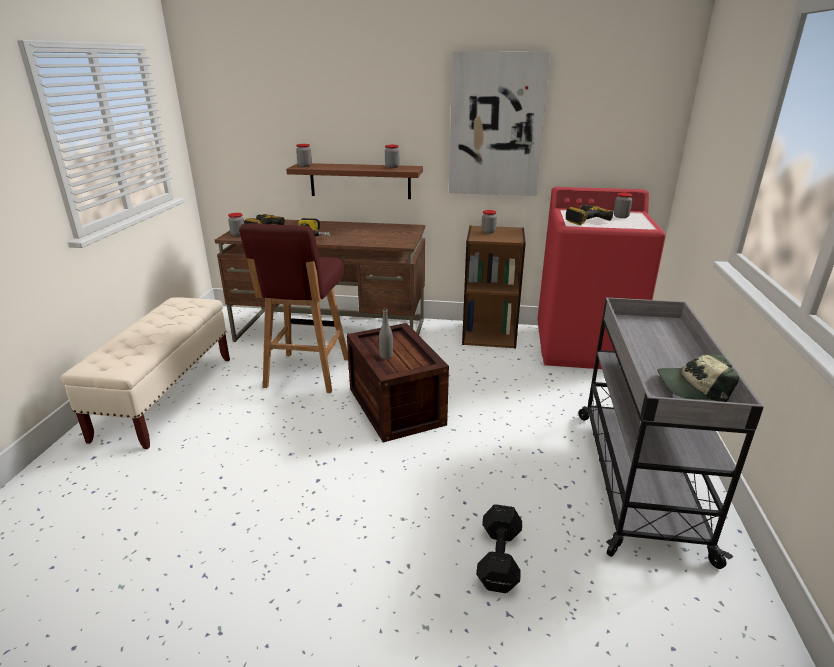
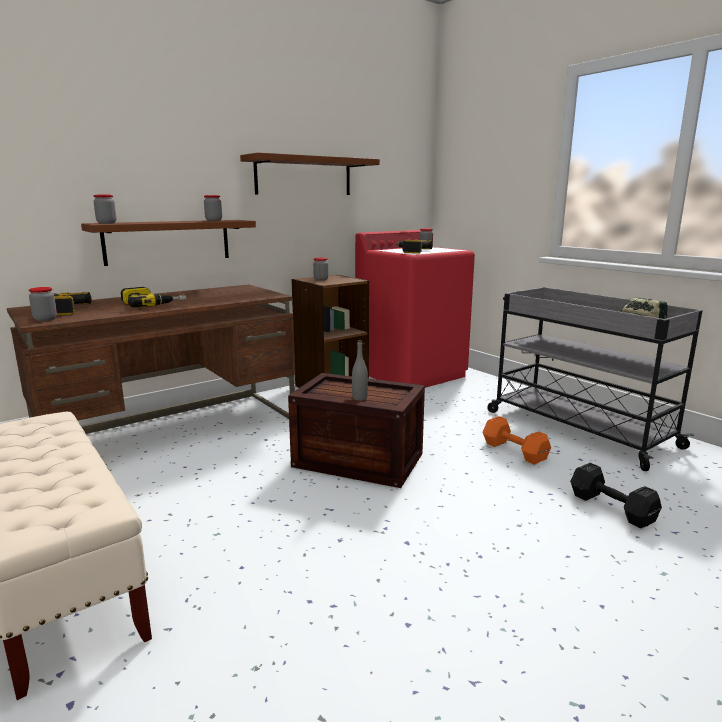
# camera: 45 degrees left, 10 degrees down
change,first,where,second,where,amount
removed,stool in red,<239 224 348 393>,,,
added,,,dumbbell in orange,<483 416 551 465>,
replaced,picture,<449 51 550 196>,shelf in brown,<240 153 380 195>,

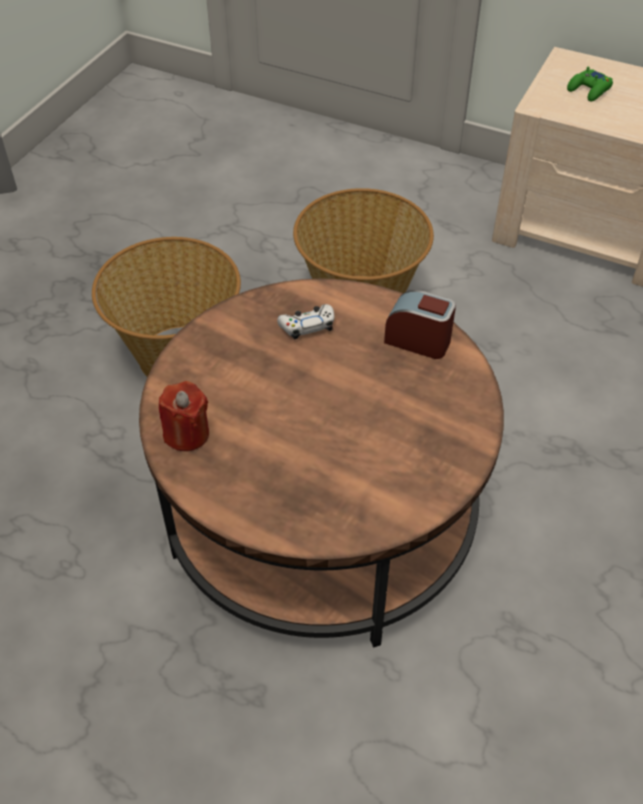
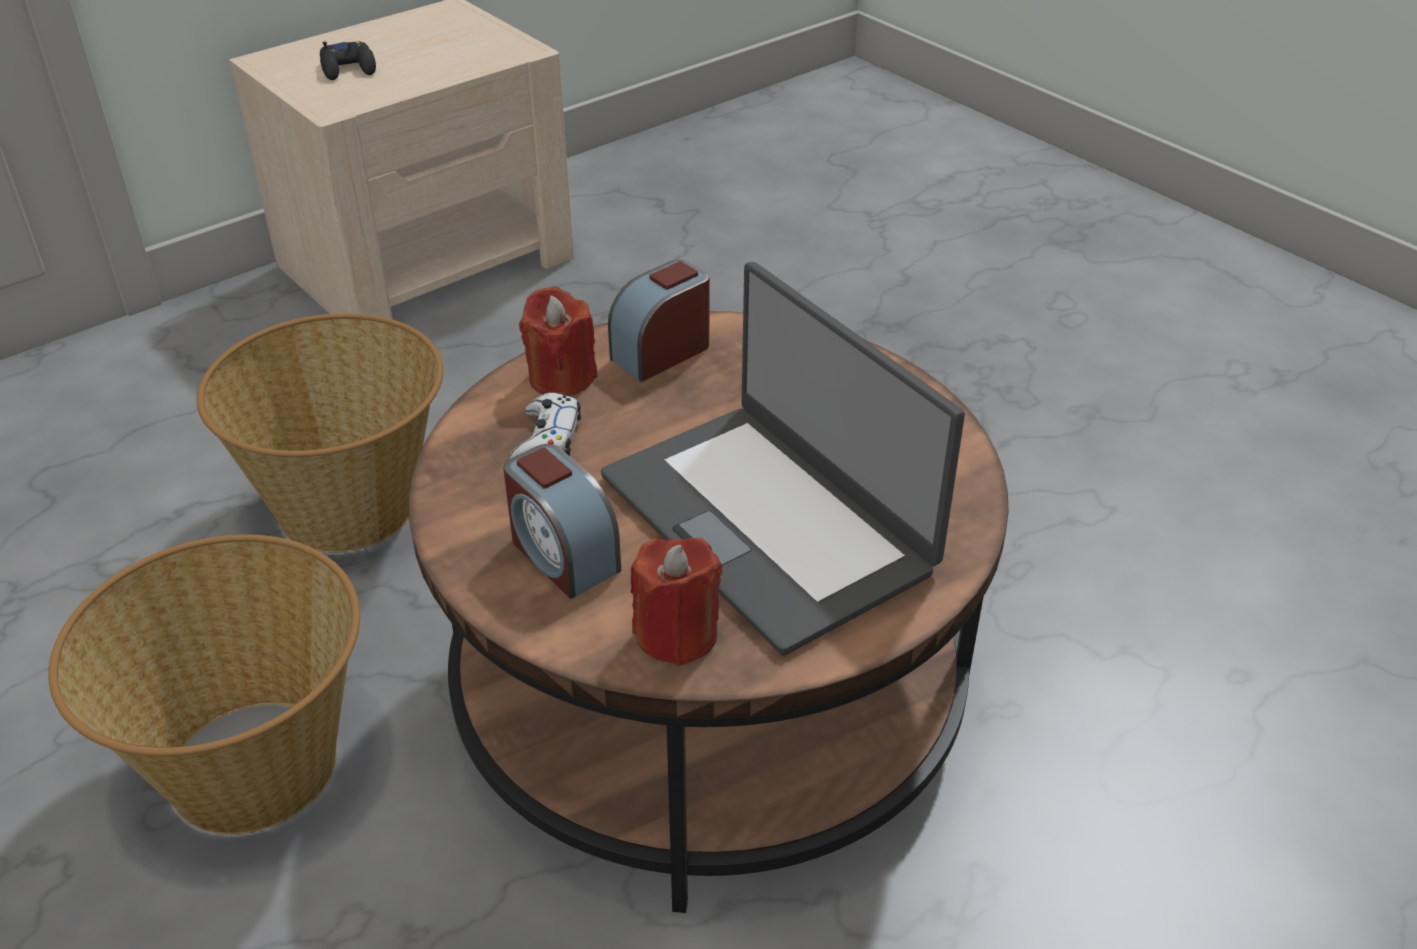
# camera: 65 degrees left, 10 degrees down
change,first,where,second,where,amount
added,,,alarm clock,<503 444 621 599>,
added,,,candle in red,<519 286 598 396>,
added,,,laptop,<601 262 965 656>,
recoloured,game controller in green,<567 67 613 101>,game controller in black,<320 41 376 80>,

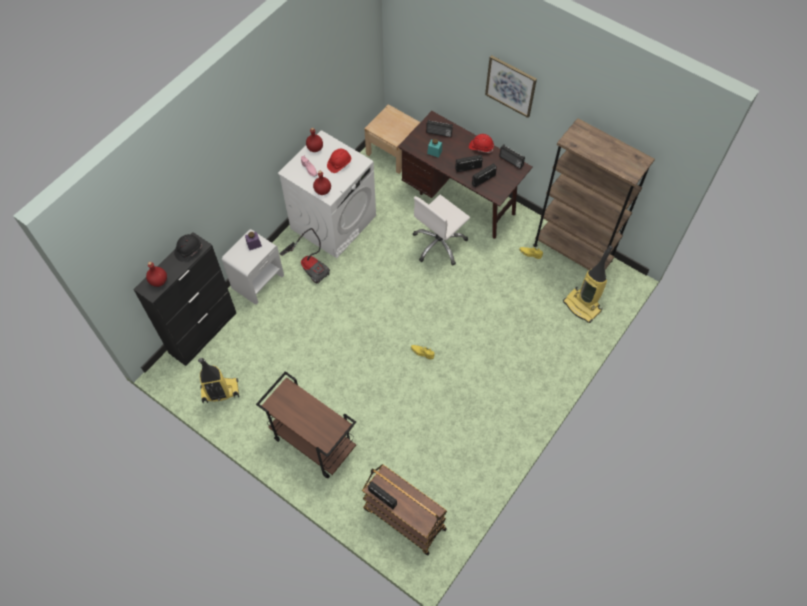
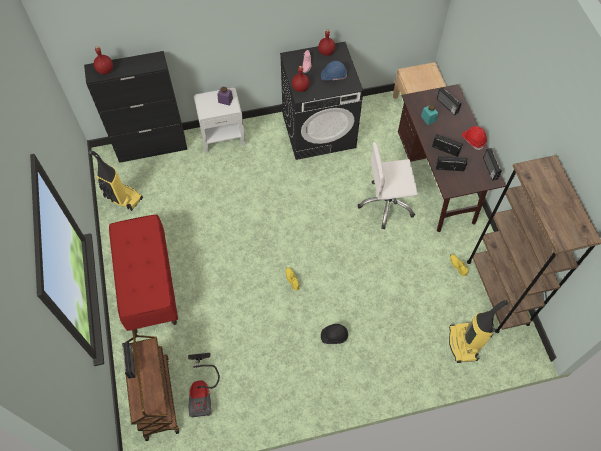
# camera: 40 degrees right, 0 degrees up
change,first,where,second,where,amount
removed,picture,<485 55 537 118>,,,
moved,hard hat in black,<174 234 202 262>,,<321 324 348 344>,
moved,vacuum cleaner,<280 228 330 284>,,<188 353 220 418>,
replaced,cart in brown,<256 371 356 478>,bench in red,<109 214 178 333>,
recoloured,washing machine in white,<278 130 376 258>,washing machine in black,<280 42 363 160>,
recoloured,hard hat in red,<327 149 351 173>,hard hat in blue,<321 61 347 81>,

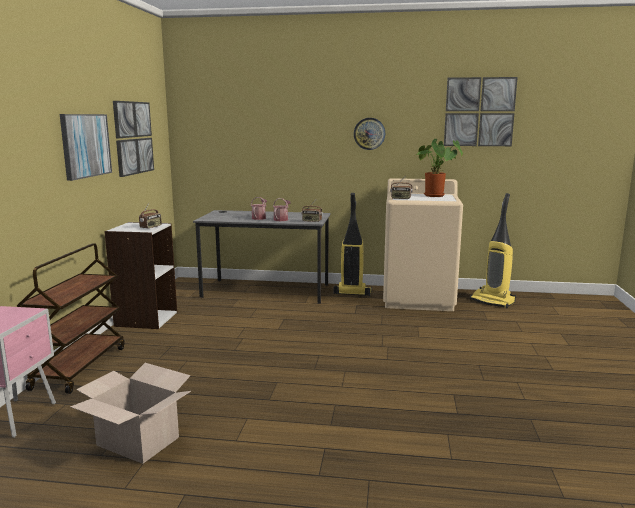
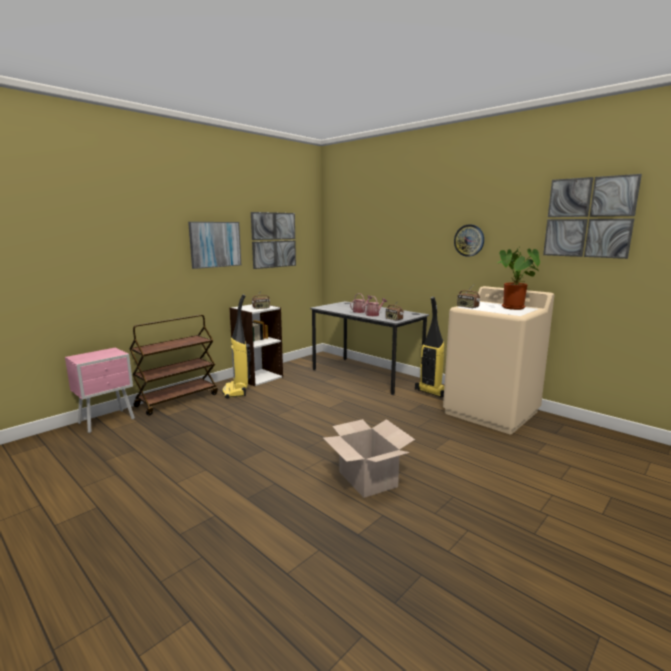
# camera: 35 degrees right, 0 degrees up
change,first,where,second,where,amount
moved,cardboard box,<70 363 191 464>,,<323 419 415 498>,
moved,vacuum cleaner,<470 193 516 308>,,<222 294 252 399>,

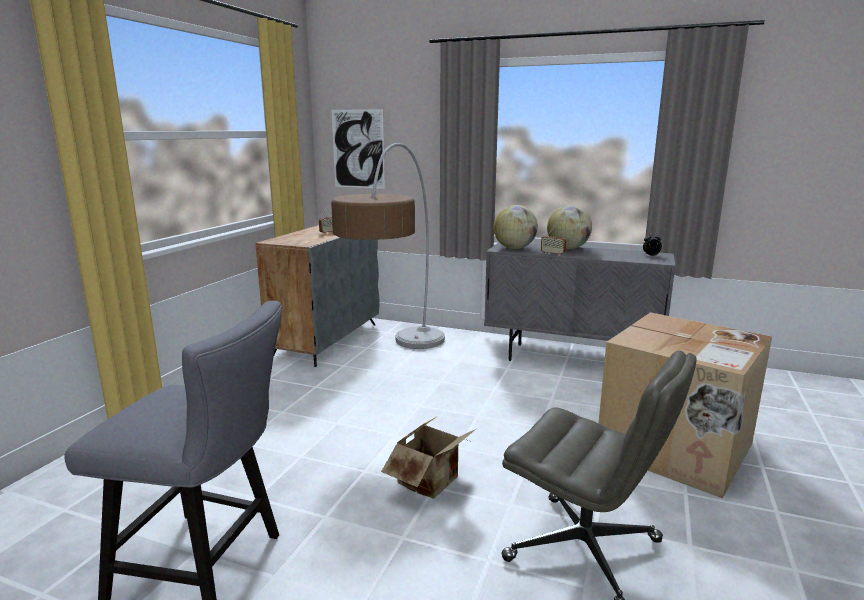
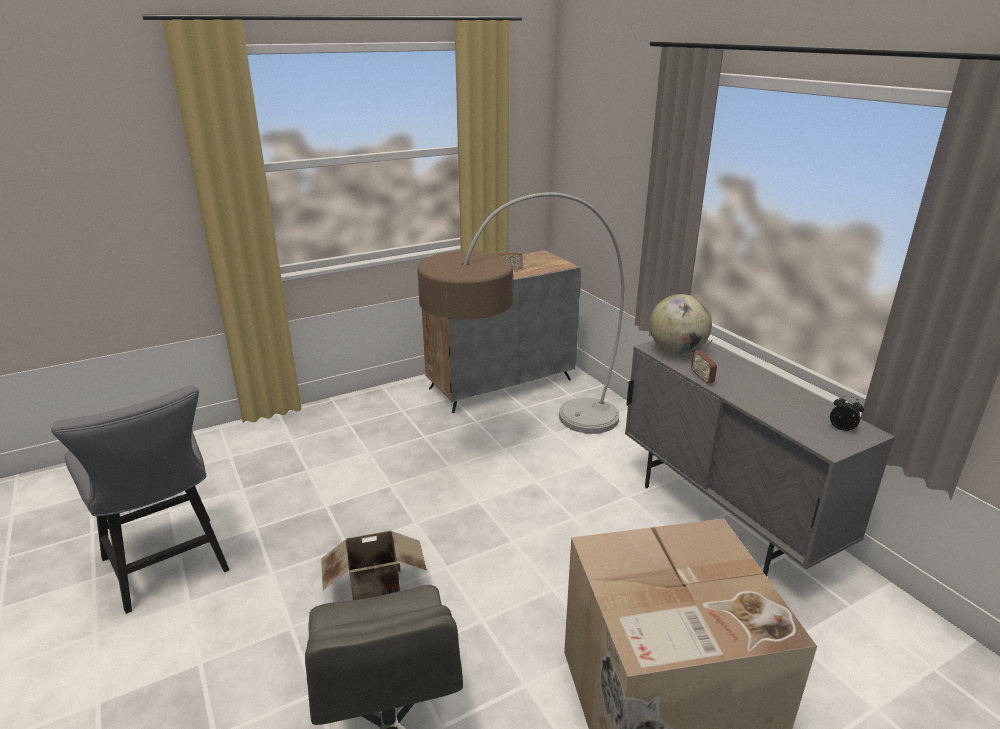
# camera: 40 degrees right, 10 degrees up
change,first,where,second,where,amount
removed,picture,<332 109 385 189>,,,
removed,globe,<547 205 592 249>,,,

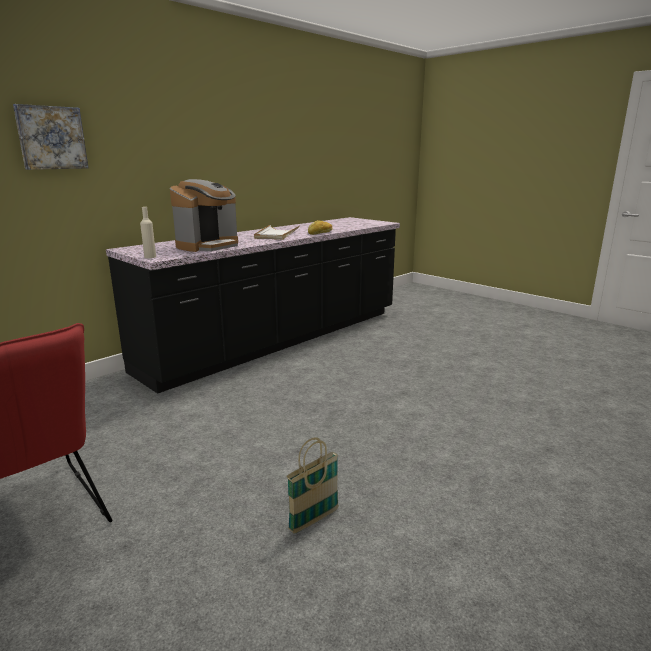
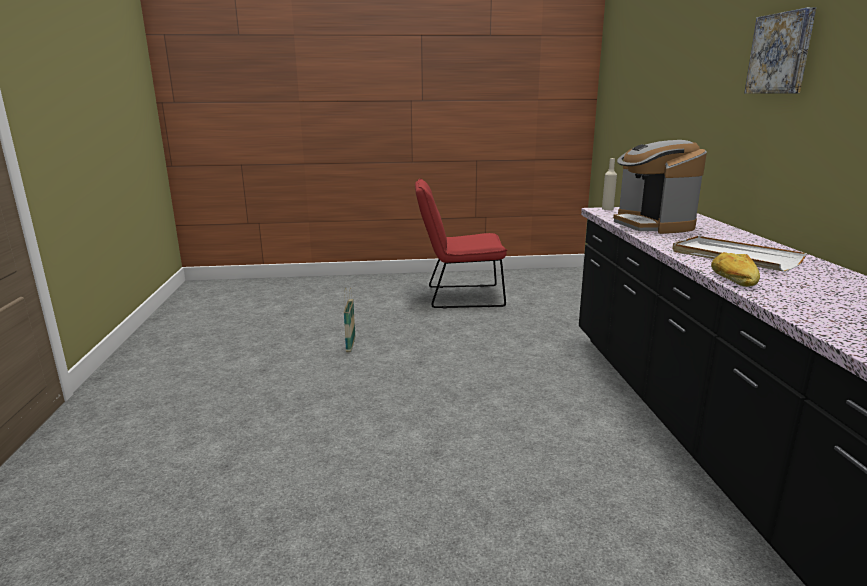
# camera: 130 degrees right, 0 degrees up
change,first,where,second,where,amount
moved,picture,<13 104 88 170>,,<744 7 816 93>,

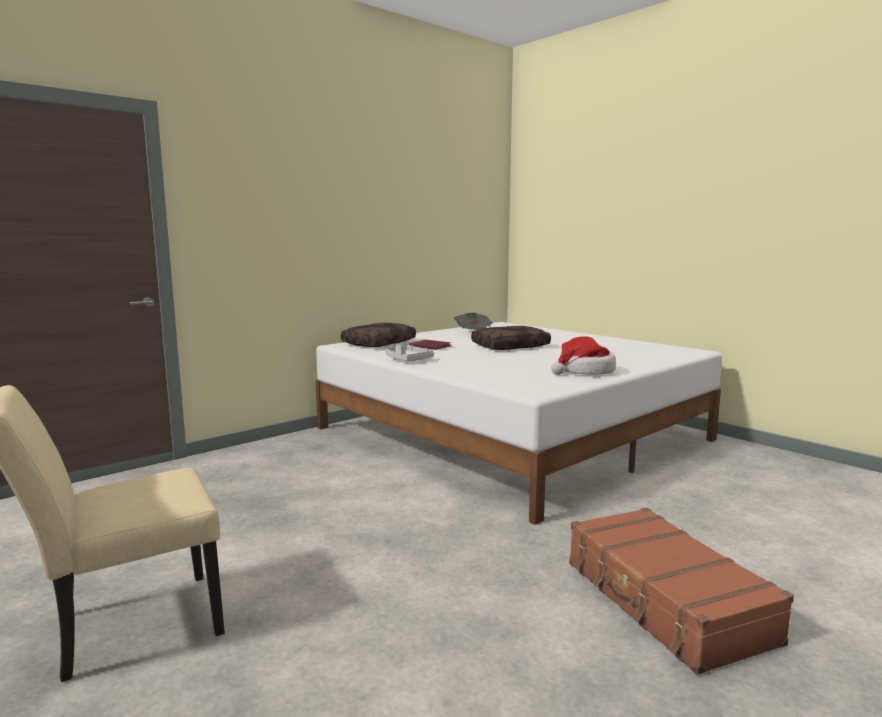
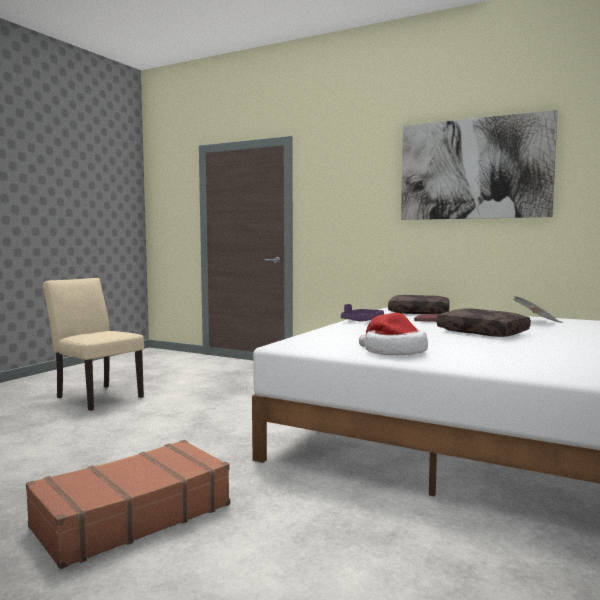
# camera: 70 degrees right, 5 degrees down
change,first,where,second,where,amount
added,,,picture,<401 110 558 220>,
recoloured,tray in grey,<386 344 434 361>,tray in purple,<341 304 384 321>,

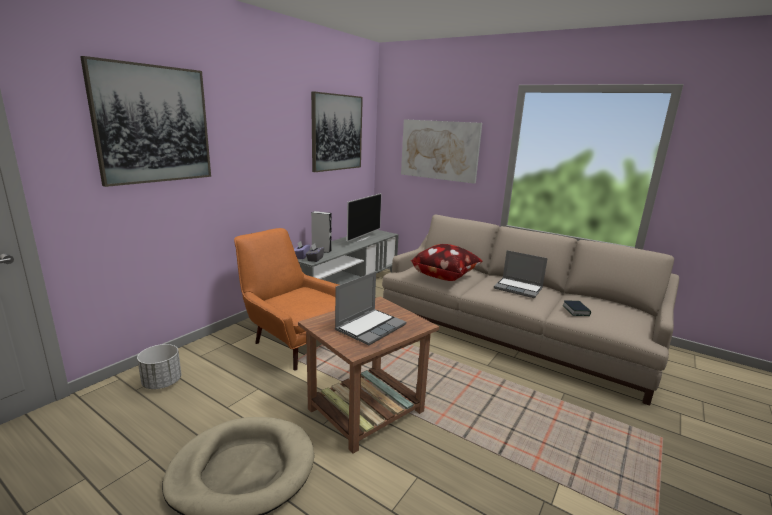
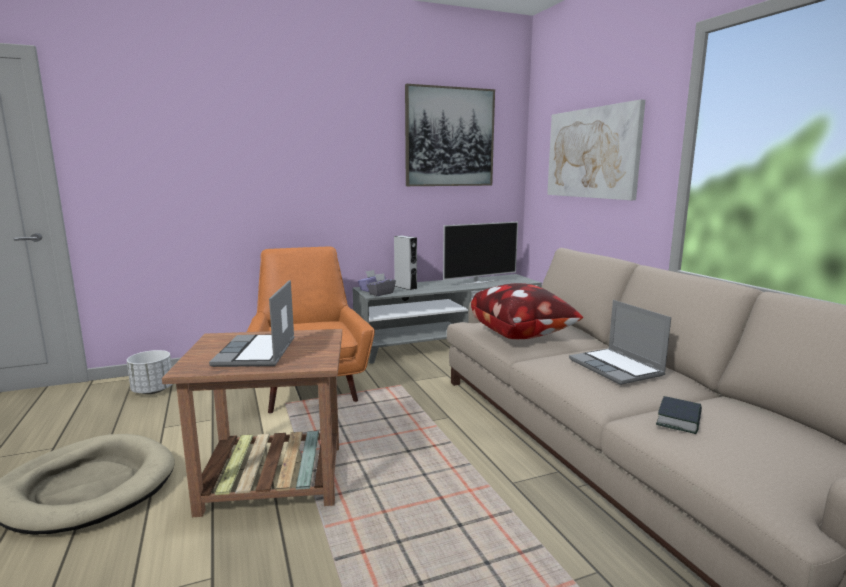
# camera: 35 degrees right, 5 degrees down
change,first,where,second,where,amount
removed,picture,<80 56 211 187>,,,
turned,laptop,<335 272 406 345>,,<209 280 295 367>,105 degrees clockwise

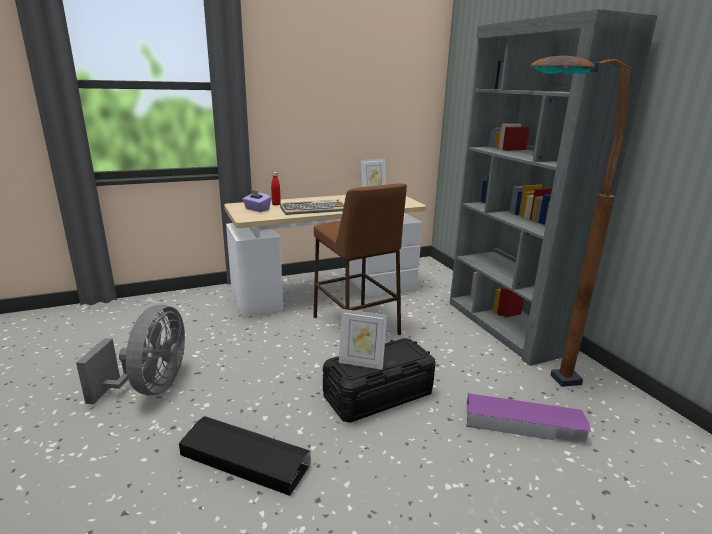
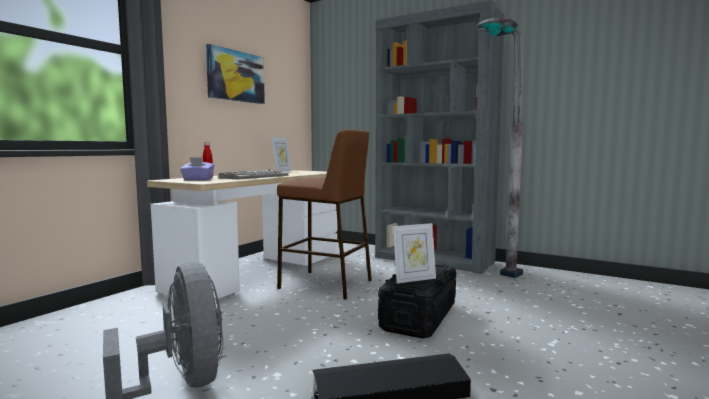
# camera: 35 degrees left, 15 degrees down
change,first,where,second,where,amount
removed,storage box in purple,<467 393 591 441>,,,
added,,,picture,<206 44 265 104>,
recoloured,floor lamp in brown,<531 56 631 387>,floor lamp in grey,<476 18 523 278>,

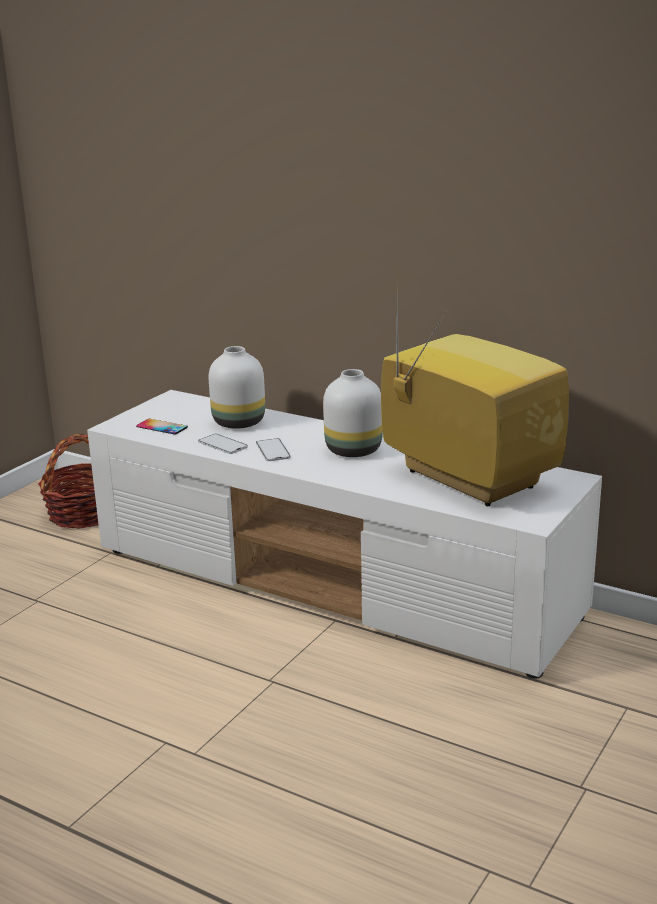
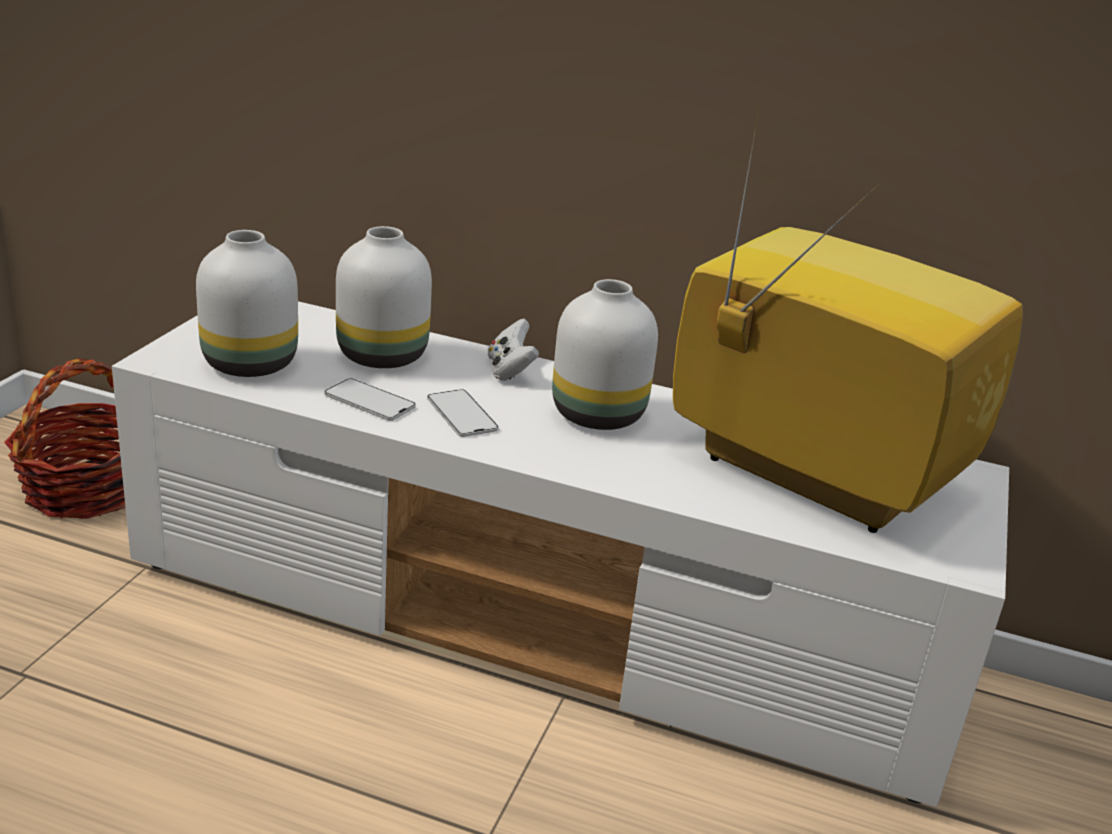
# camera: 15 degrees left, 5 degrees up
change,first,where,second,where,amount
added,,,game controller in white,<488 319 539 381>,
replaced,phone,<136 419 188 435>,vase in white,<196 230 298 377>,

